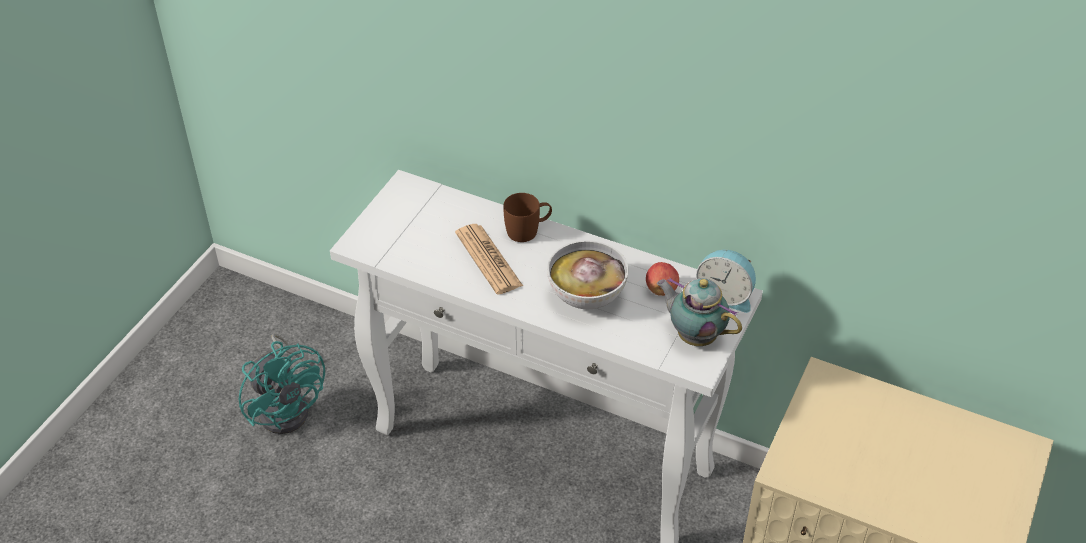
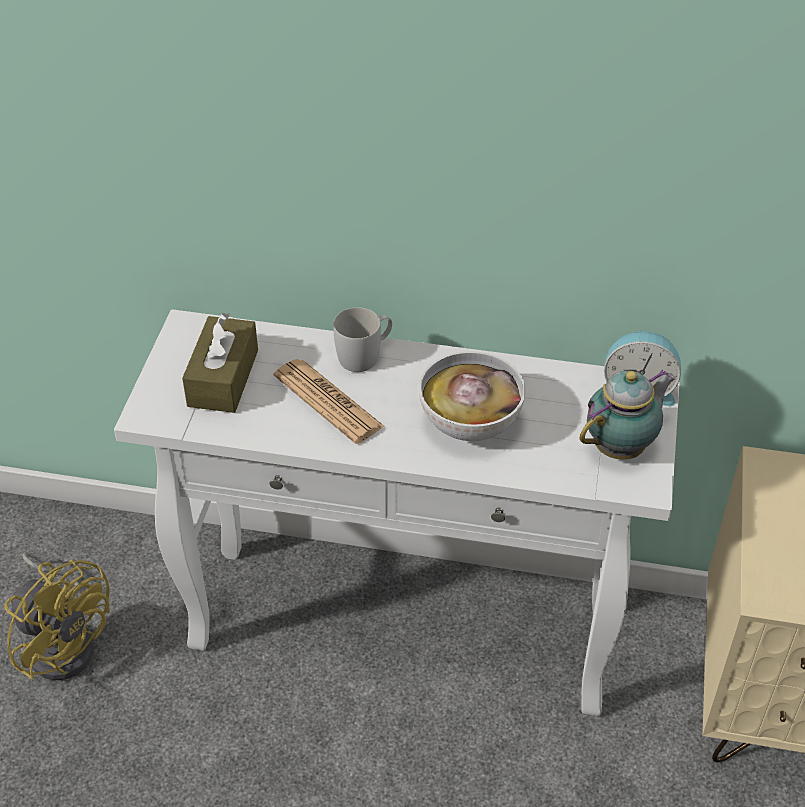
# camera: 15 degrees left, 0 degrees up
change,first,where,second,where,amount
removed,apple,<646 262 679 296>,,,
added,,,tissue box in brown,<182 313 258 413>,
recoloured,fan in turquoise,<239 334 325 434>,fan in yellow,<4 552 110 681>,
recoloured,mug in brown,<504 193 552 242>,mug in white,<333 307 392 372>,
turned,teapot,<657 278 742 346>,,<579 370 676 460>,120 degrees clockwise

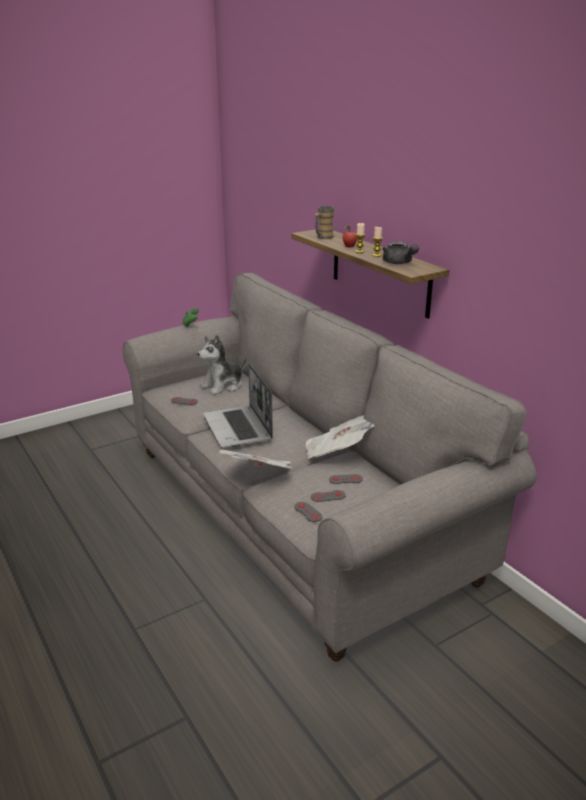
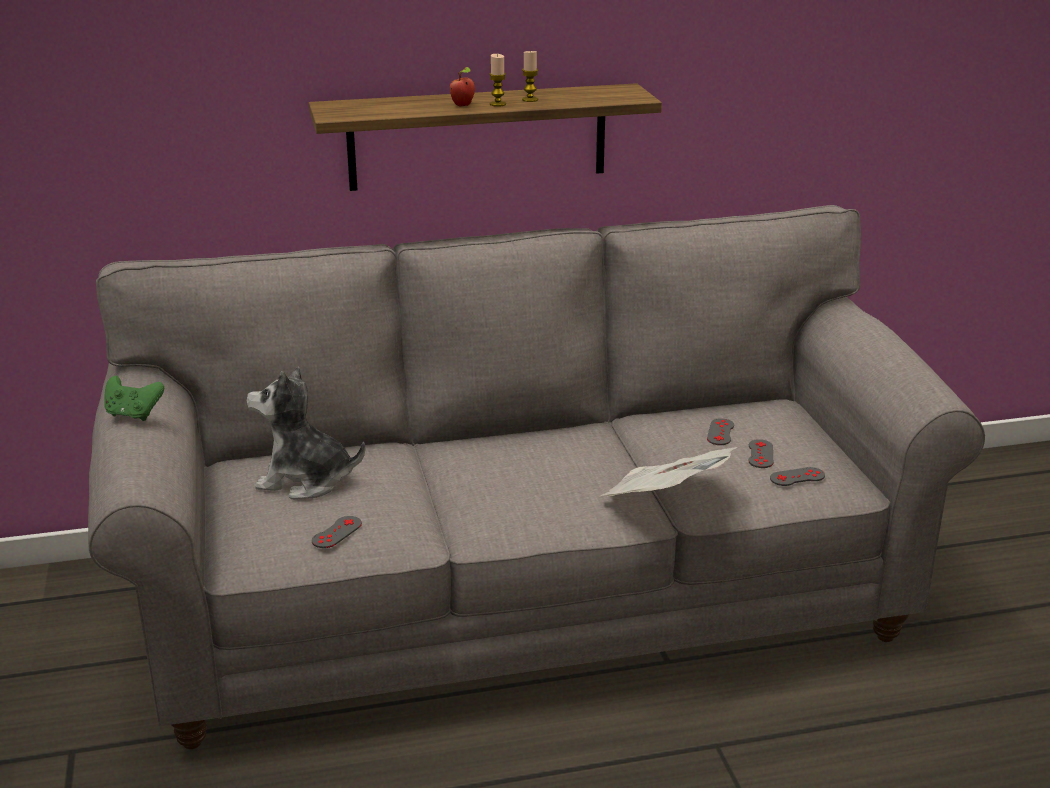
# camera: 70 degrees left, 0 degrees up
change,first,where,second,where,amount
removed,laptop,<203 363 273 448>,,,
removed,newspaper,<306 415 375 459>,,,
removed,mug,<315 206 336 239>,,,
removed,teapot in grey,<382 242 419 264>,,,
turned,plush toy,<197 335 246 395>,,<247 367 365 499>,120 degrees clockwise

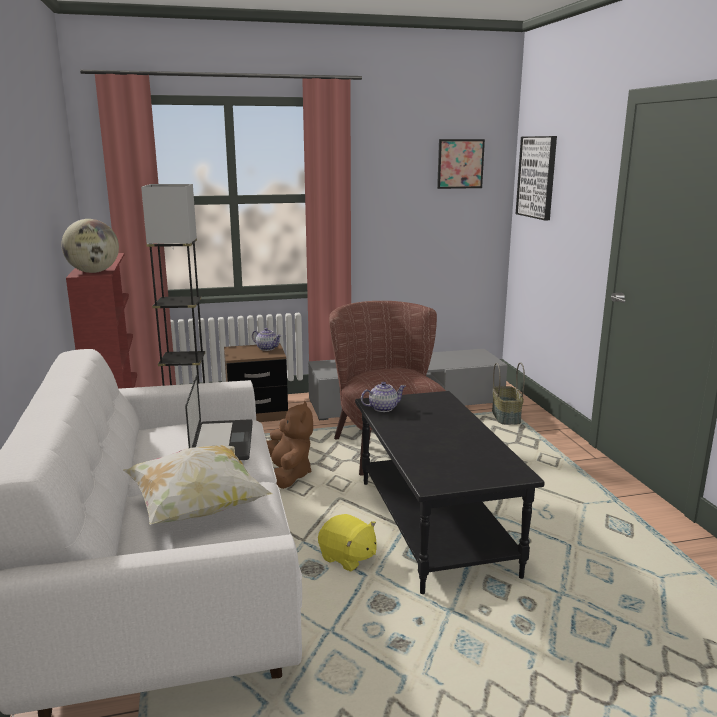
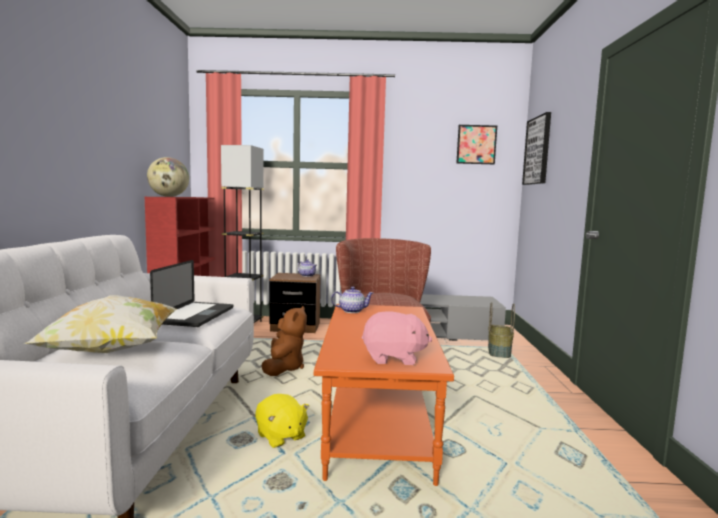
# camera: 15 degrees right, 10 degrees down
change,first,where,second,where,amount
added,,,plush toy in pink,<361 312 432 365>,
recoloured,coffee table in black,<355 391 545 594>,coffee table in orange,<314 304 454 486>,

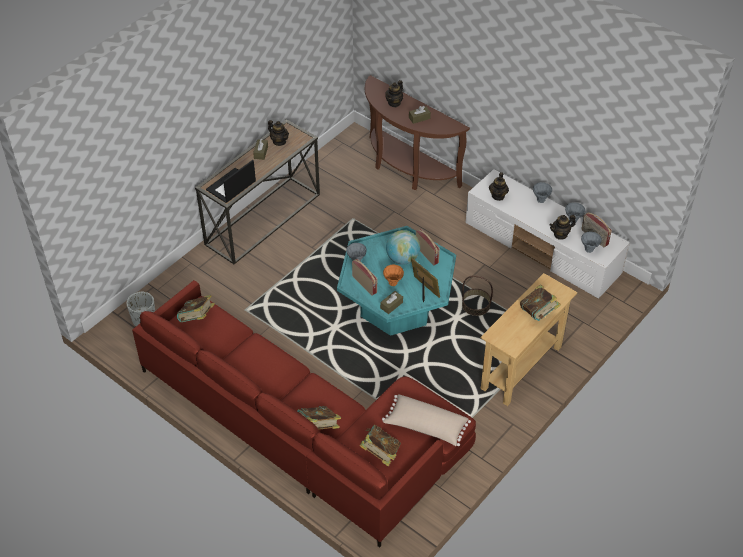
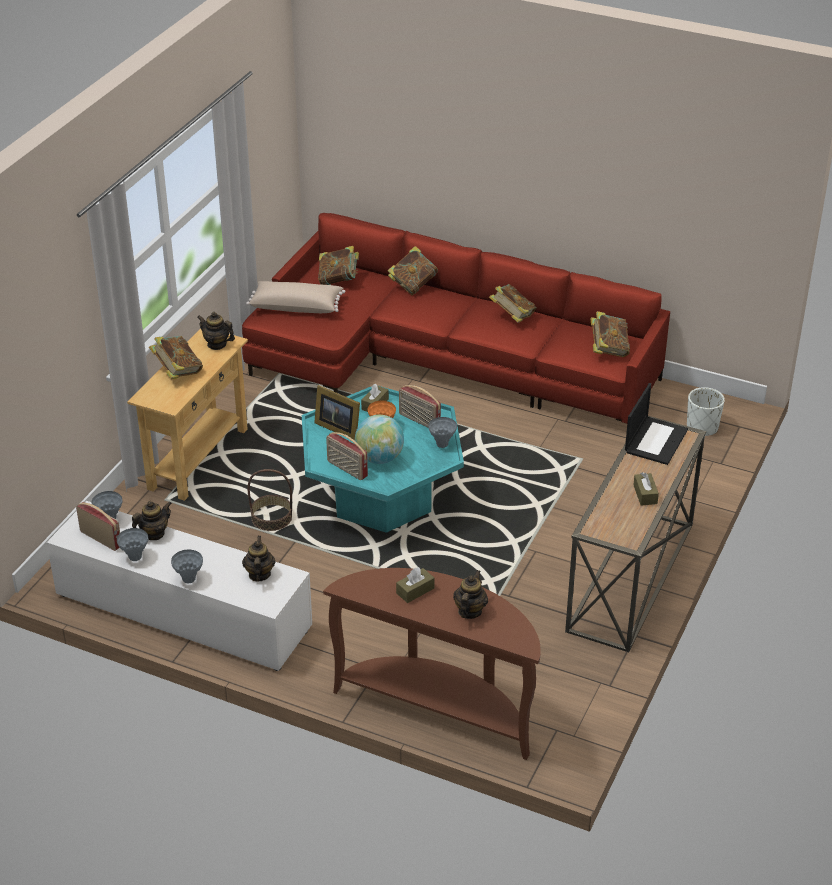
# camera: 165 degrees right, 10 degrees down
change,first,where,second,where,amount
added,,,book,<489 284 537 323>,
moved,teapot,<268 120 289 146>,,<197 312 235 350>,

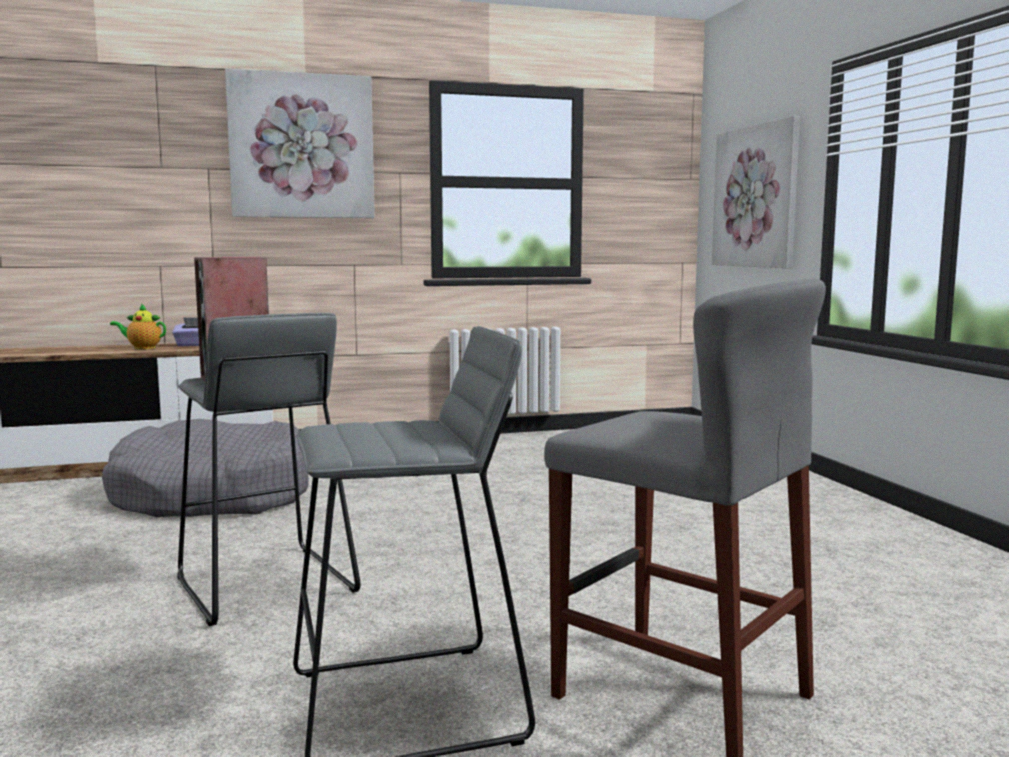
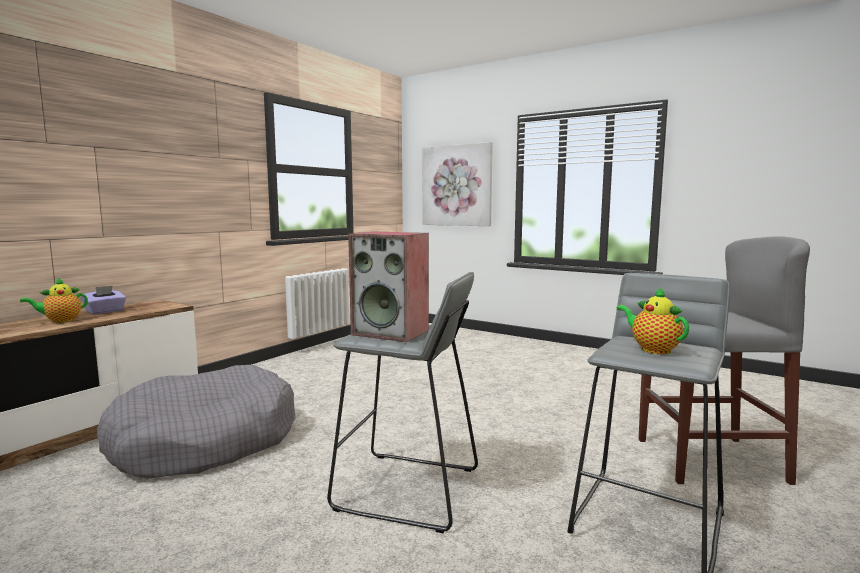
# camera: 40 degrees left, 0 degrees up
change,first,where,second,where,amount
removed,picture,<225 69 375 218>,,,
added,,,teapot,<617 287 689 354>,

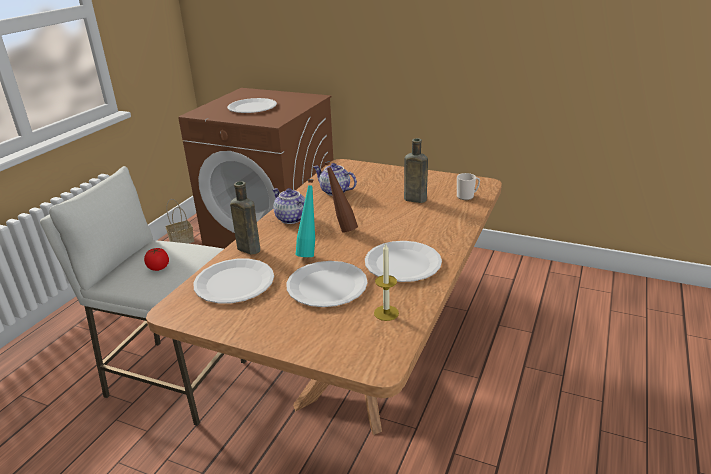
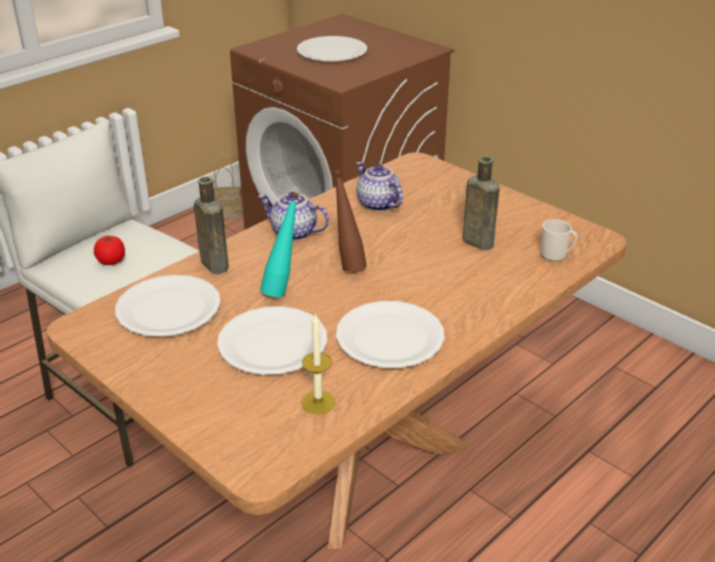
# camera: 20 degrees right, 5 degrees up
change,first,where,second,where,amount
turned,teapot,<272 188 305 224>,,<258 192 329 241>,45 degrees counterclockwise

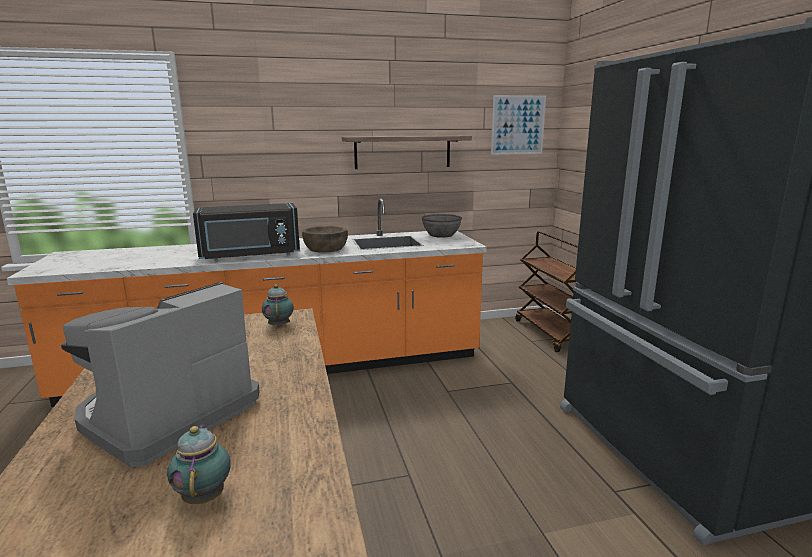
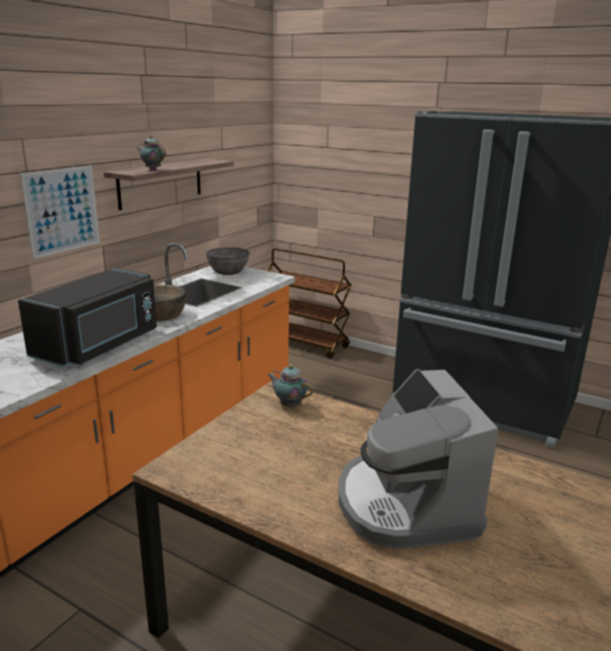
# camera: 45 degrees left, 5 degrees up
change,first,where,second,where,amount
moved,teapot,<167 424 231 504>,,<137 136 166 170>,
moved,picture,<491 95 546 155>,,<20 165 100 259>,

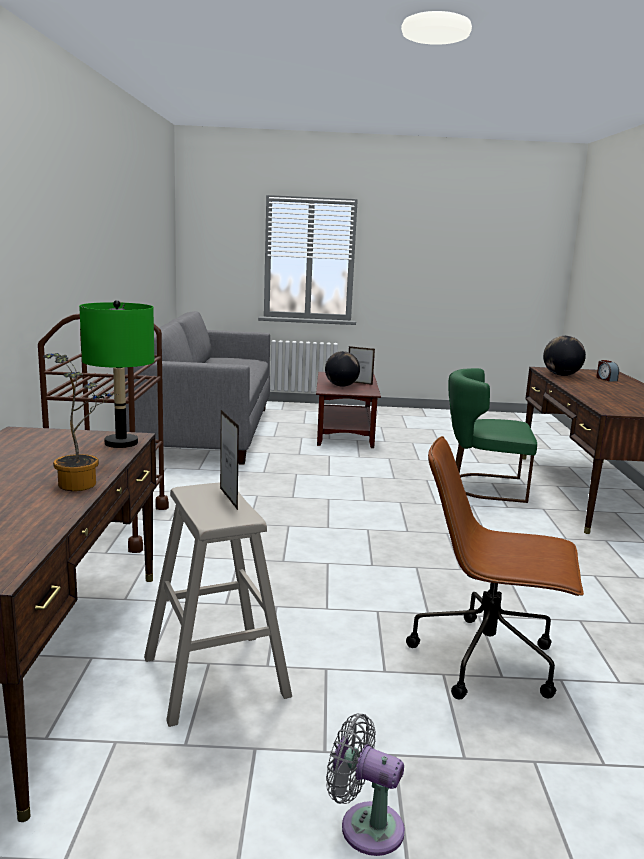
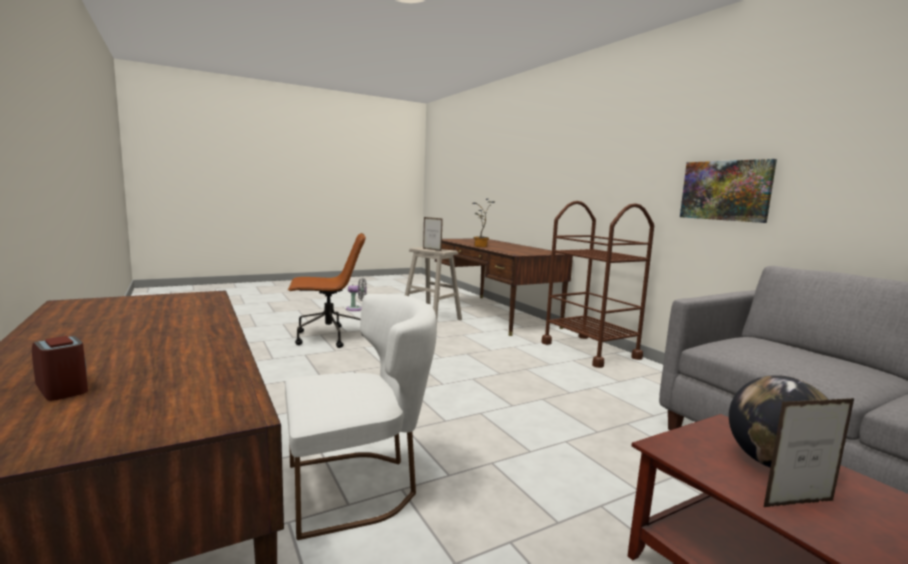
# camera: 150 degrees right, 5 degrees down
change,first,where,second,where,amount
removed,table lamp in green,<79 300 154 448>,,,
removed,globe,<543 336 586 376>,,,
added,,,picture,<680 159 777 223>,
recoloured,chair in green,<448 368 537 503>,chair in white,<285 294 437 540>,

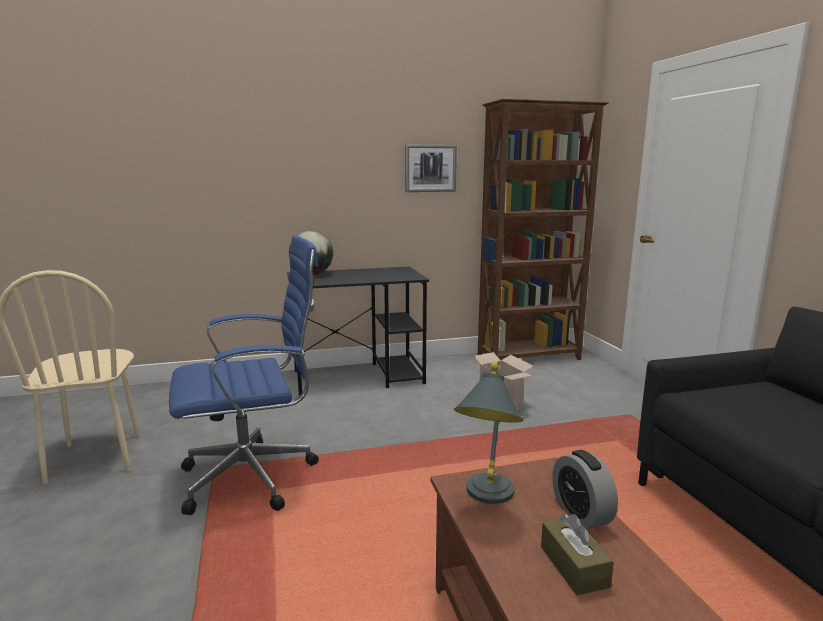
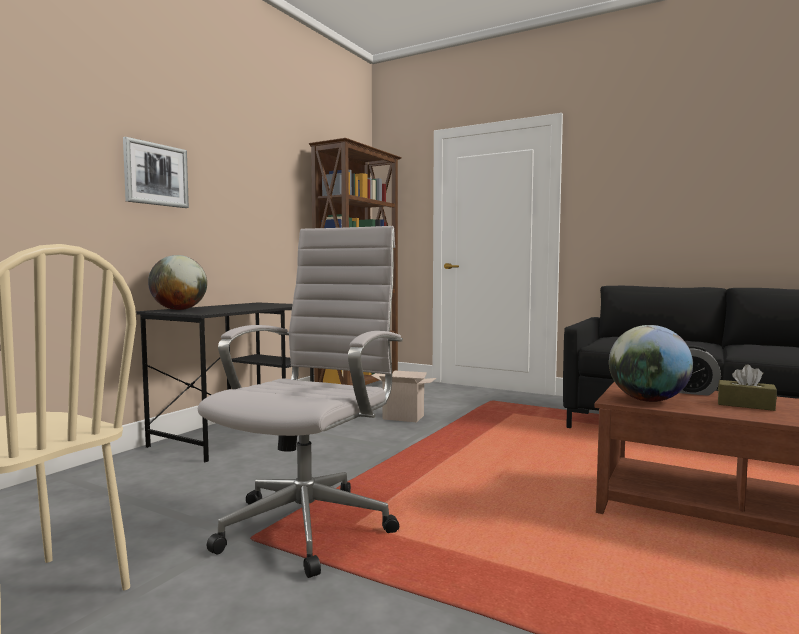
# camera: 45 degrees left, 10 degrees down
change,first,where,second,where,amount
moved,picture,<405 145 457 192>,,<123 137 189 208>,
replaced,table lamp in grey,<454 361 523 504>,globe,<609 325 693 402>,
recoloured,office chair in blue,<169 235 319 515>,office chair in white,<198 226 403 578>,

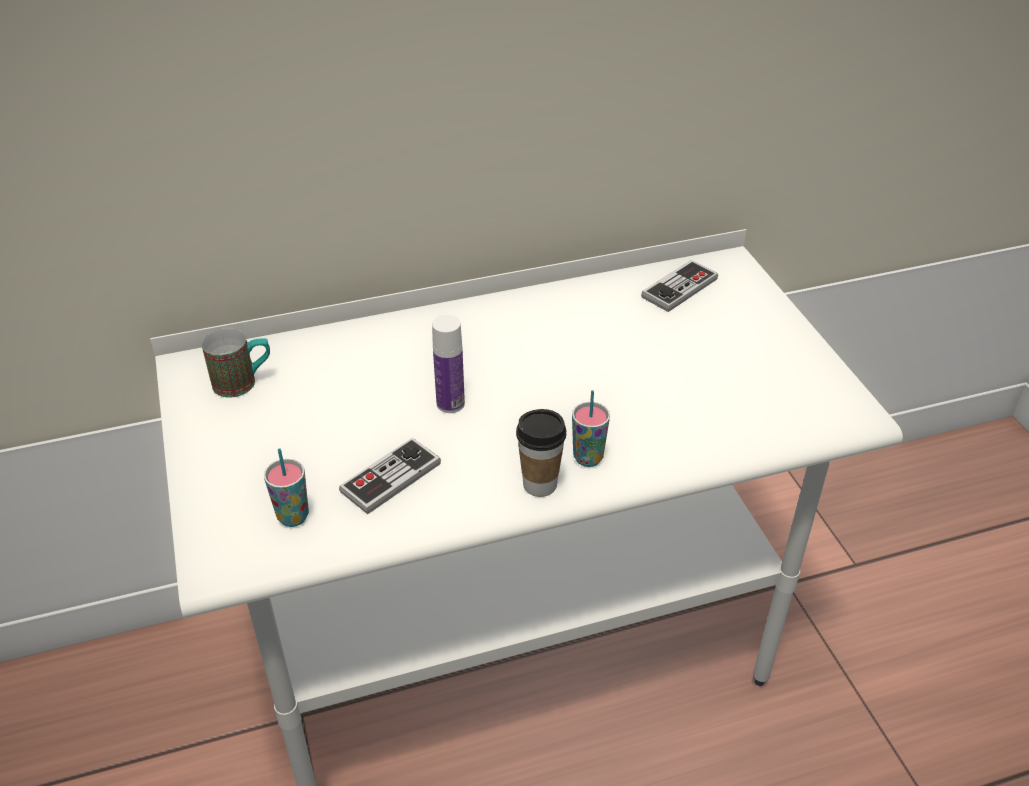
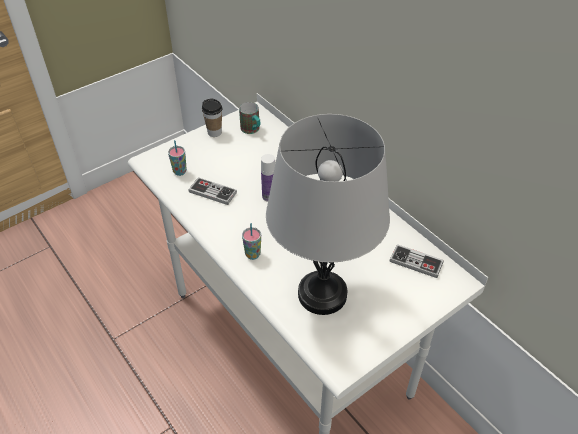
# camera: 70 degrees right, 5 degrees up
change,first,where,second,where,amount
added,,,table lamp in grey,<266 114 390 315>,
moved,cup,<516 409 566 497>,,<202 98 222 137>,

